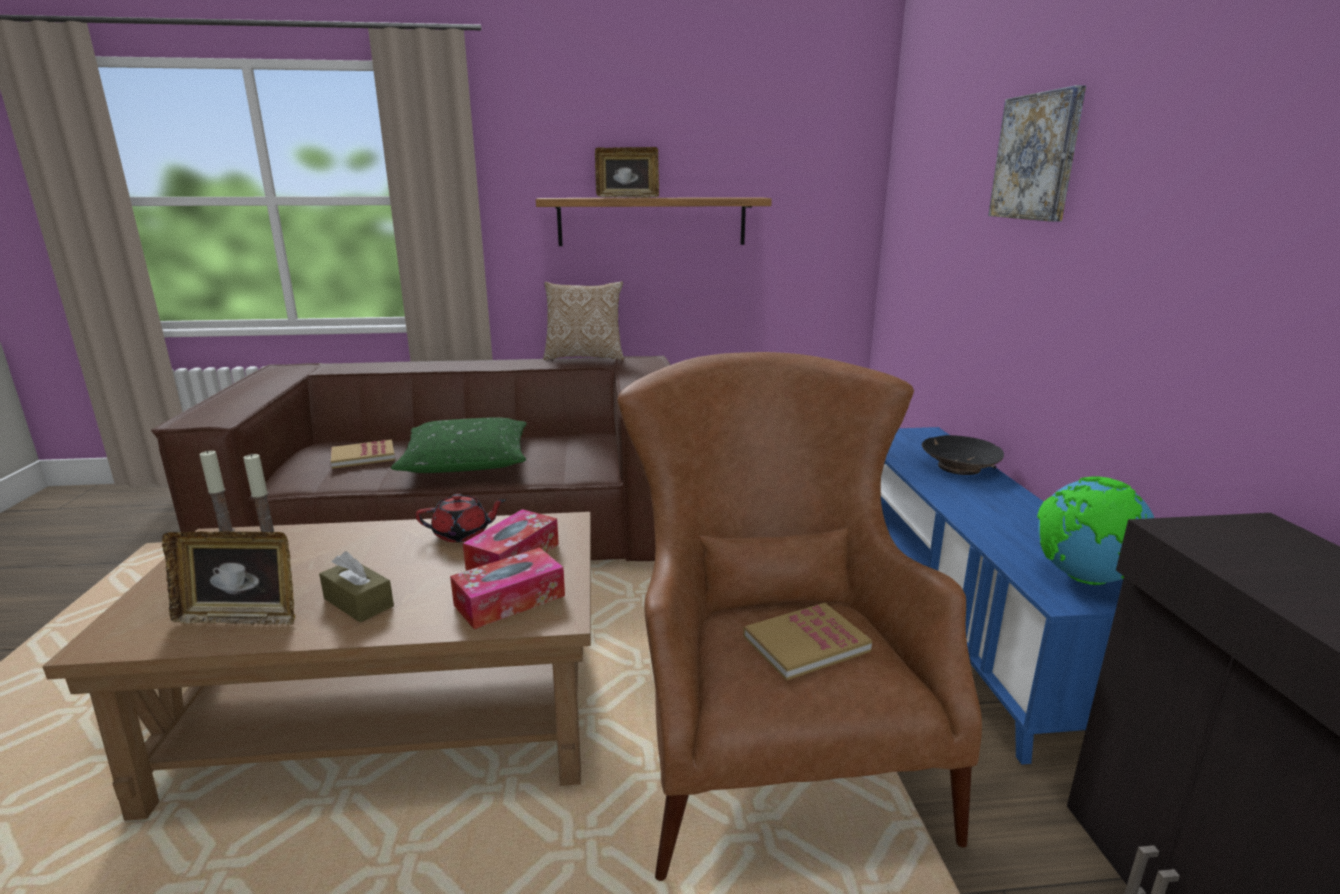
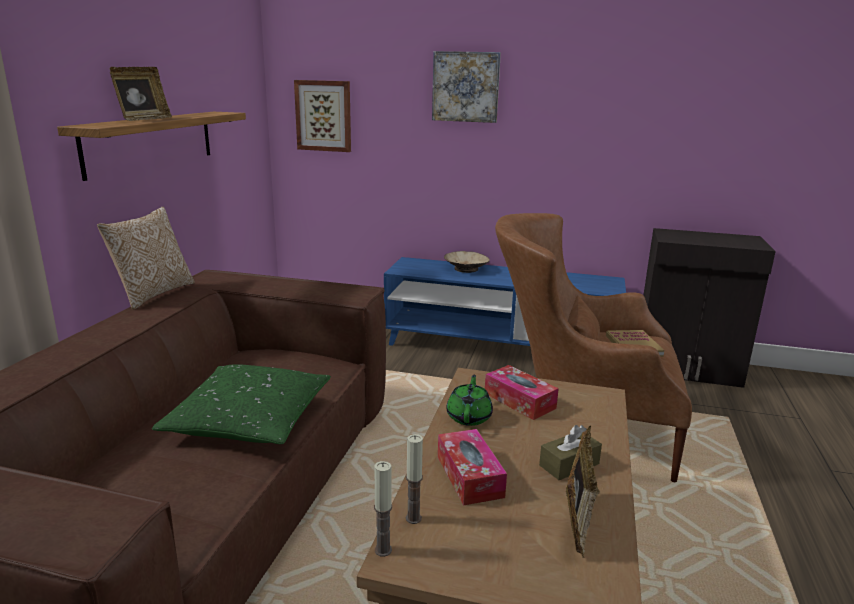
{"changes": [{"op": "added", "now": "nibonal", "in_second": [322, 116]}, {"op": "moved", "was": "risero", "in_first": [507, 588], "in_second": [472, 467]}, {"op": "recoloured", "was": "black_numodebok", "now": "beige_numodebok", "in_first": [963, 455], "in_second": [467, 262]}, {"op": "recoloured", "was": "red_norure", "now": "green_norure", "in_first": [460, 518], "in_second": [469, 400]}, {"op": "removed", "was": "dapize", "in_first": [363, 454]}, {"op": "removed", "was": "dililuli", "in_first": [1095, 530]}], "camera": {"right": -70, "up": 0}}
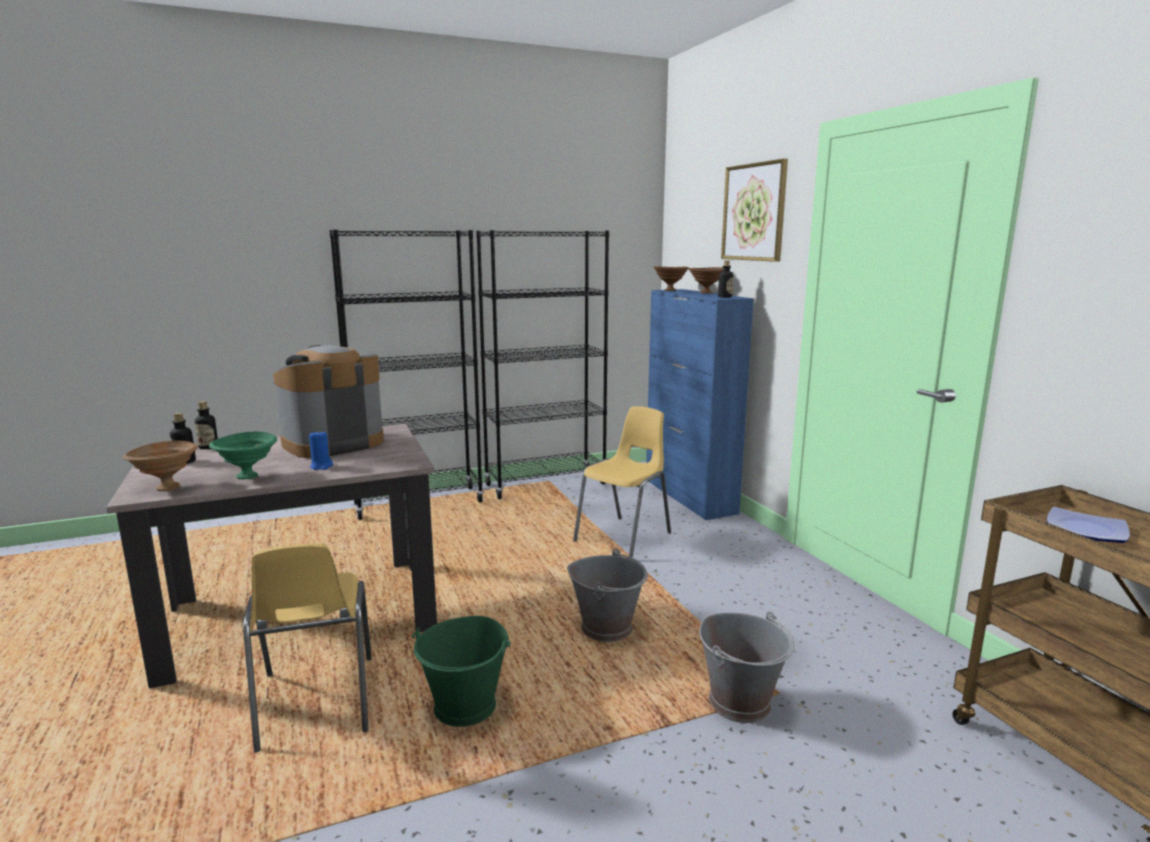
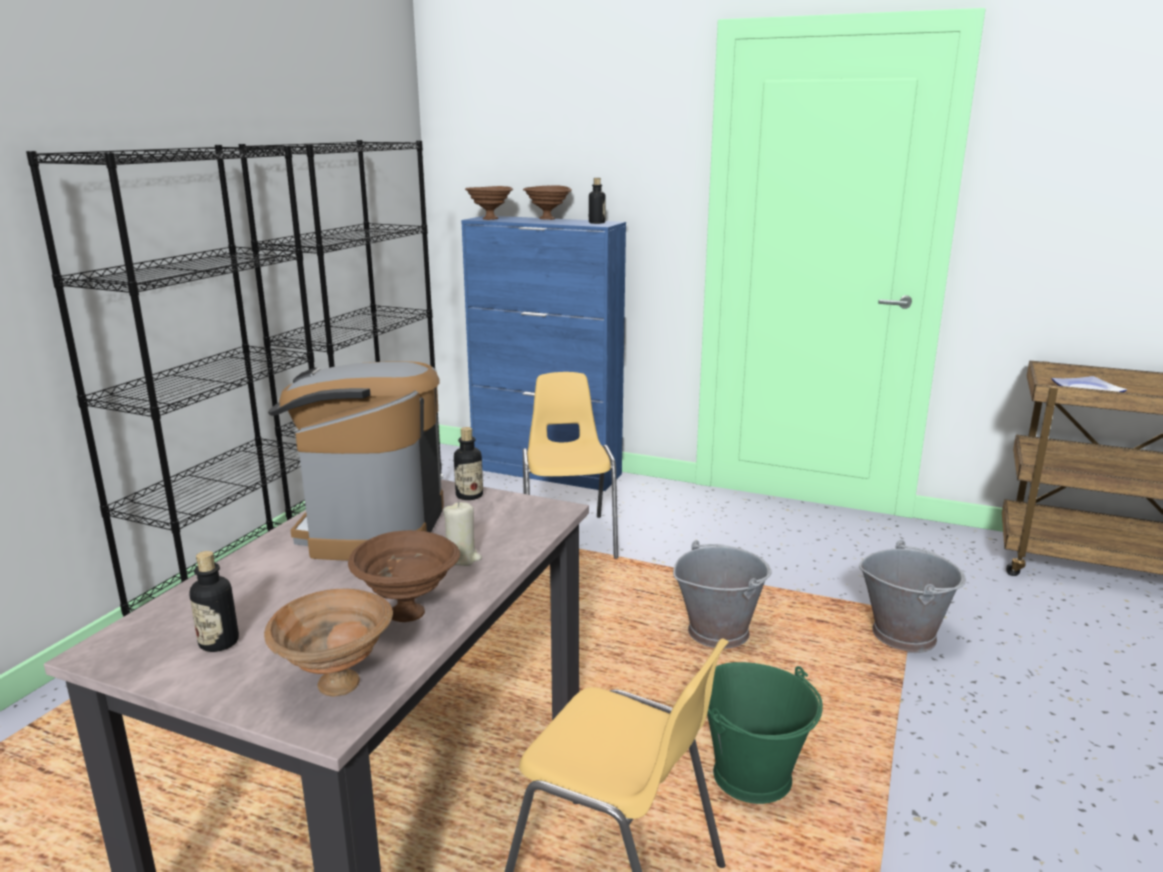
{"changes": [{"op": "recoloured", "was": "green_numodebok", "now": "brown_numodebok", "in_first": [243, 455], "in_second": [404, 576]}, {"op": "recoloured", "was": "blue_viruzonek", "now": "beige_viruzonek", "in_first": [321, 450], "in_second": [462, 533]}, {"op": "moved", "was": "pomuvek", "in_first": [206, 425], "in_second": [468, 463]}, {"op": "removed", "was": "nibonal", "in_first": [754, 210]}], "camera": {"right": -45, "up": 5}}
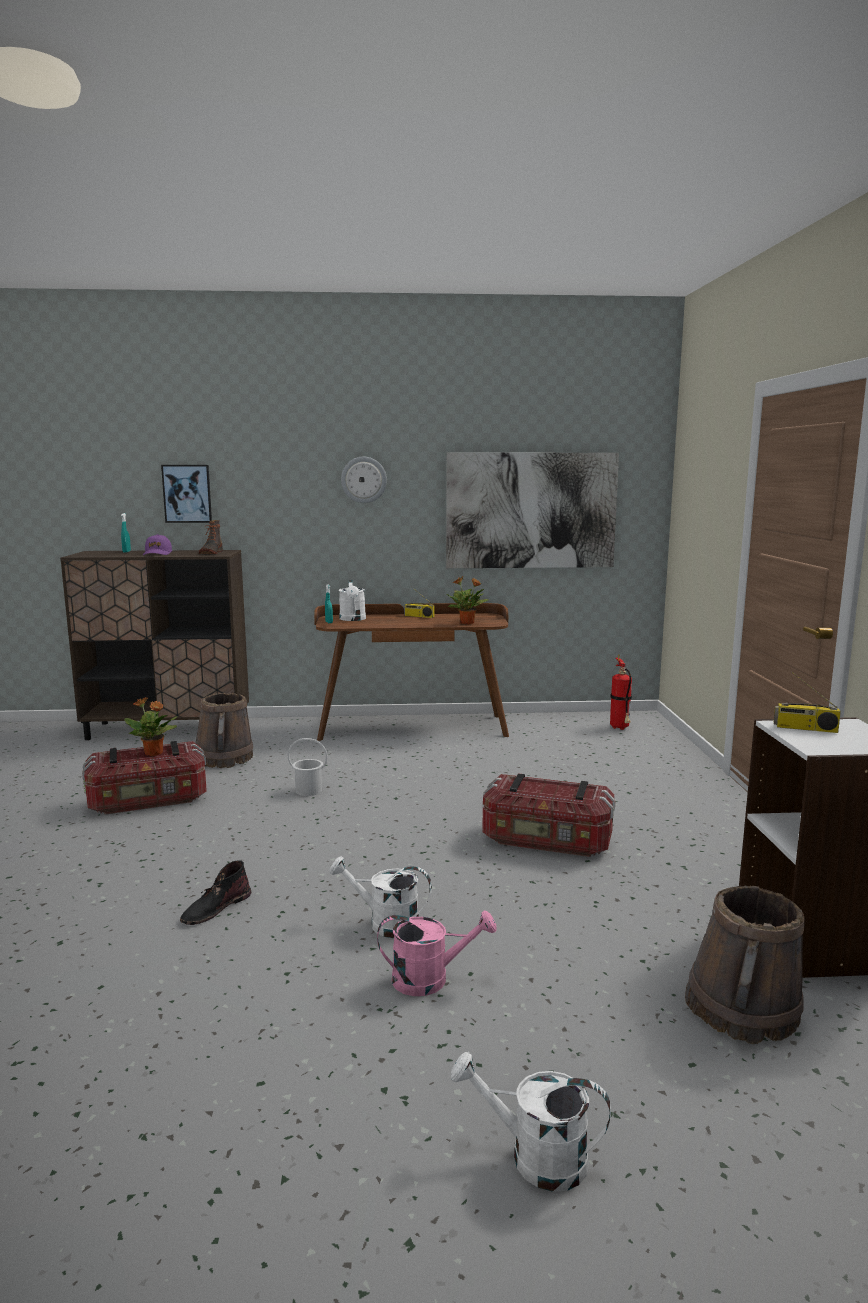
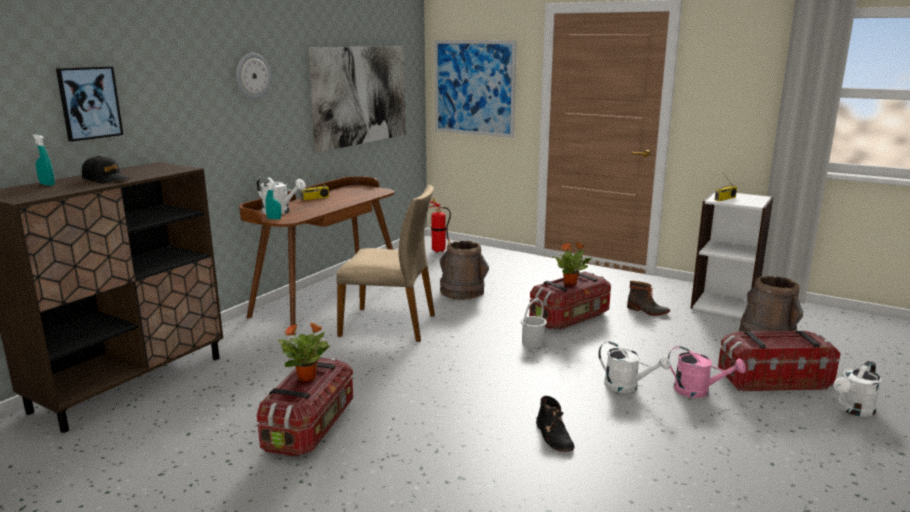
{"changes": [{"op": "recoloured", "was": "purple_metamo", "now": "black_metamo", "in_first": [157, 544], "in_second": [105, 169]}, {"op": "added", "now": "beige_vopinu", "in_second": [385, 263]}, {"op": "added", "now": "nibonal", "in_second": [476, 89]}, {"op": "moved", "was": "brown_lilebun", "in_first": [224, 730], "in_second": [464, 270]}, {"op": "moved", "was": "white_lilebun", "in_first": [308, 767], "in_second": [534, 323]}, {"op": "moved", "was": "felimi", "in_first": [467, 600], "in_second": [572, 263]}, {"op": "turned", "was": "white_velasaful", "in_first": [380, 897], "in_second": [634, 367], "clockwise": -105}, {"op": "moved", "was": "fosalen", "in_first": [211, 537], "in_second": [648, 298]}, {"op": "turned", "was": "pink_velasaful", "in_first": [437, 953], "in_second": [707, 372], "clockwise": 90}, {"op": "added", "now": "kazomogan", "in_second": [779, 361]}], "camera": {"right": -55, "up": 5}}
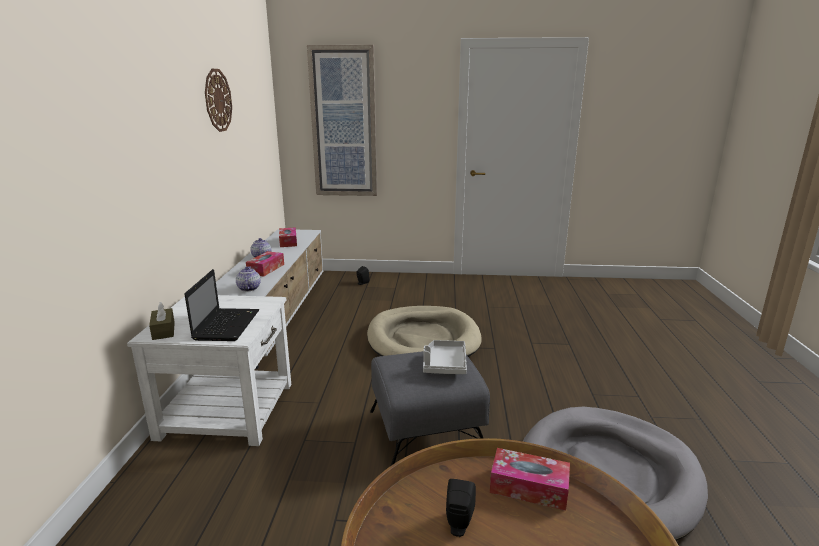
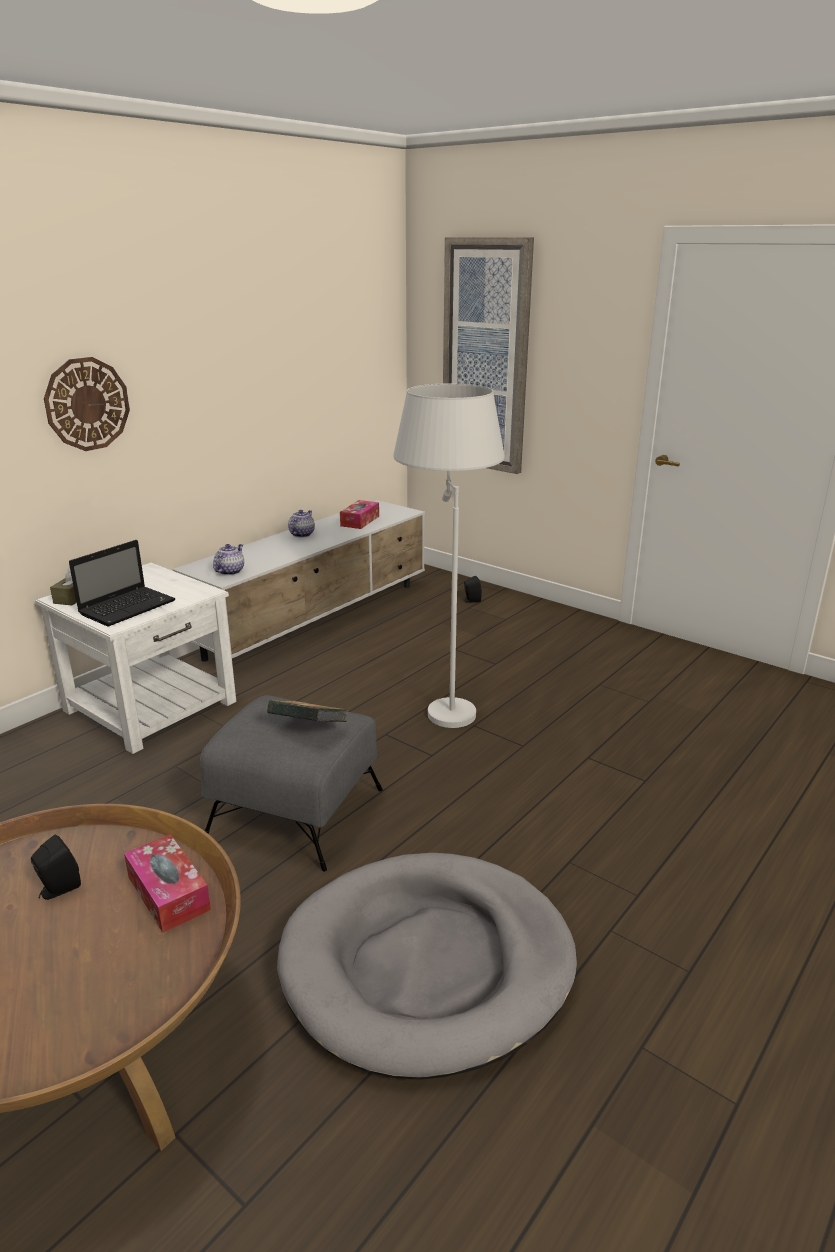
{"changes": [{"op": "moved", "was": "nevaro", "in_first": [218, 100], "in_second": [87, 404]}, {"op": "replaced", "was": "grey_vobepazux", "now": "dapize", "in_first": [445, 357], "in_second": [307, 711]}, {"op": "replaced", "was": "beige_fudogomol", "now": "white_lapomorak", "in_first": [424, 331], "in_second": [449, 555]}, {"op": "removed", "was": "risero", "in_first": [265, 264]}], "camera": {"right": 35, "up": 5}}
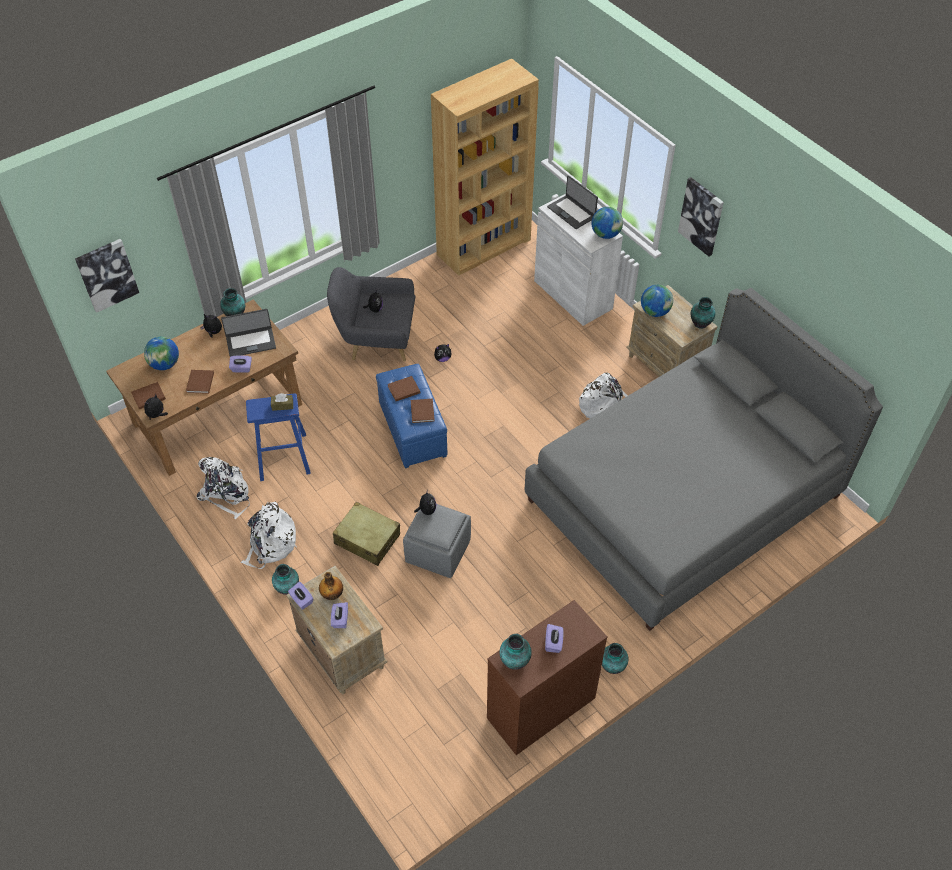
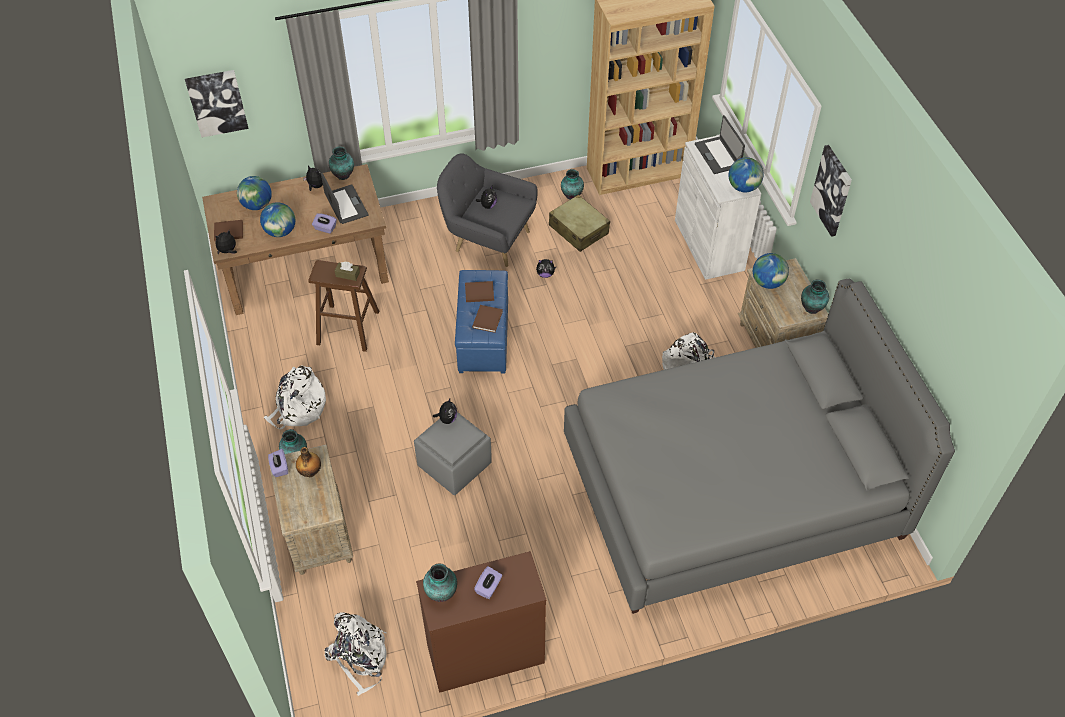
{"changes": [{"op": "replaced", "was": "brown_dapize", "now": "dililuli", "in_first": [200, 382], "in_second": [277, 219]}, {"op": "recoloured", "was": "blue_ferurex", "now": "brown_ferurex", "in_first": [278, 437], "in_second": [344, 306]}, {"op": "turned", "was": "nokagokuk", "in_first": [248, 333], "in_second": [344, 198], "clockwise": -120}, {"op": "moved", "was": "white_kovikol", "in_first": [223, 488], "in_second": [356, 654]}, {"op": "moved", "was": "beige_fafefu", "in_first": [366, 534], "in_second": [579, 223]}, {"op": "moved", "was": "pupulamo", "in_first": [615, 658], "in_second": [572, 184]}, {"op": "removed", "was": "purple_risero", "in_first": [339, 615]}], "camera": {"right": 20, "up": 0}}
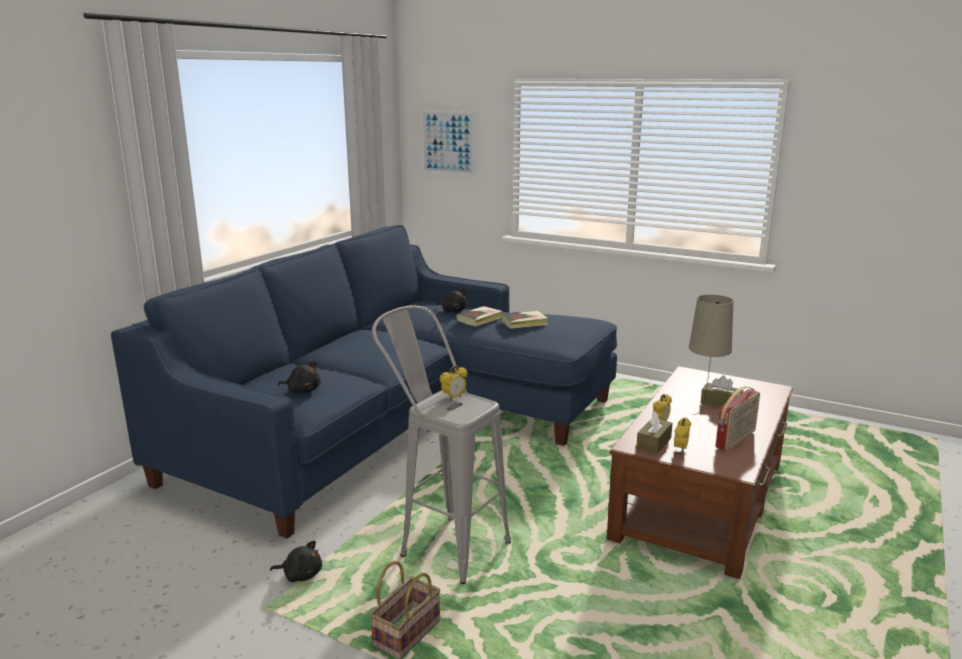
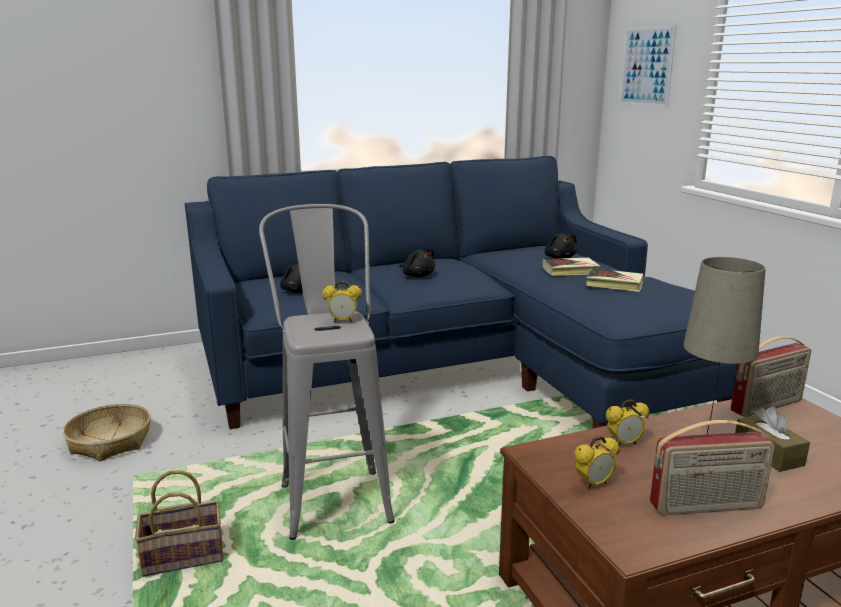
{"changes": [{"op": "added", "now": "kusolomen", "in_second": [107, 432]}, {"op": "moved", "was": "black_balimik", "in_first": [296, 561], "in_second": [417, 262]}, {"op": "added", "now": "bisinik", "in_second": [771, 376]}, {"op": "removed", "was": "brown_risero", "in_first": [654, 432]}], "camera": {"right": 40, "up": 0}}
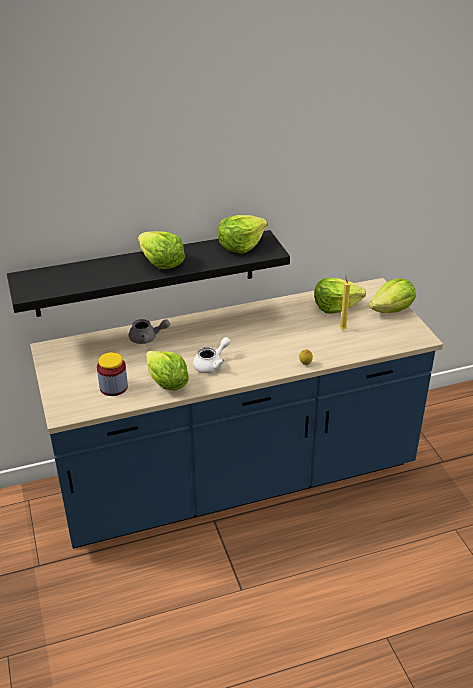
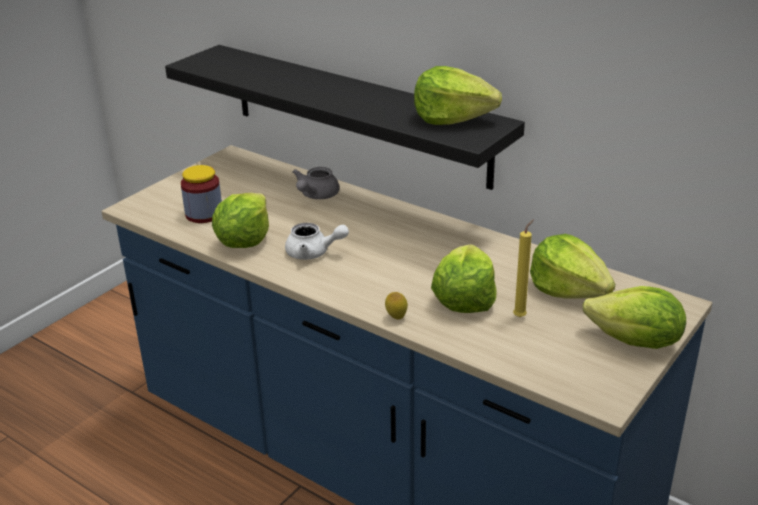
{"changes": [{"op": "turned", "was": "grey_norure", "in_first": [149, 331], "in_second": [316, 183], "clockwise": 60}, {"op": "moved", "was": "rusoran", "in_first": [161, 250], "in_second": [464, 278]}], "camera": {"right": 55, "up": -5}}
